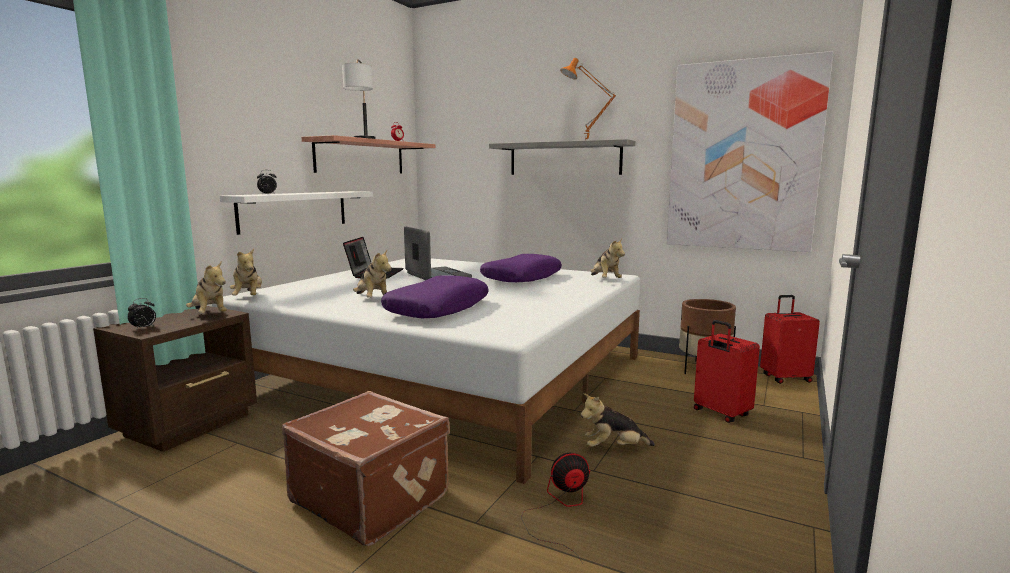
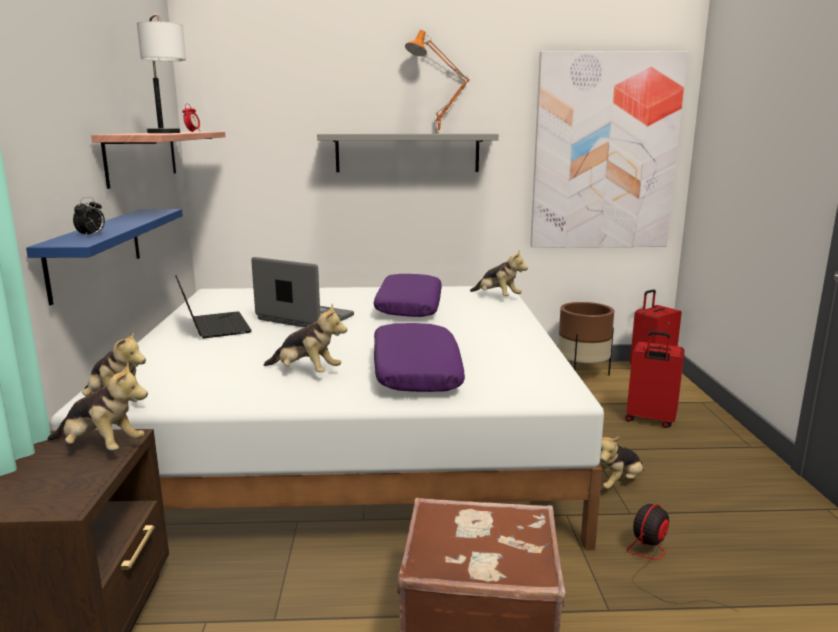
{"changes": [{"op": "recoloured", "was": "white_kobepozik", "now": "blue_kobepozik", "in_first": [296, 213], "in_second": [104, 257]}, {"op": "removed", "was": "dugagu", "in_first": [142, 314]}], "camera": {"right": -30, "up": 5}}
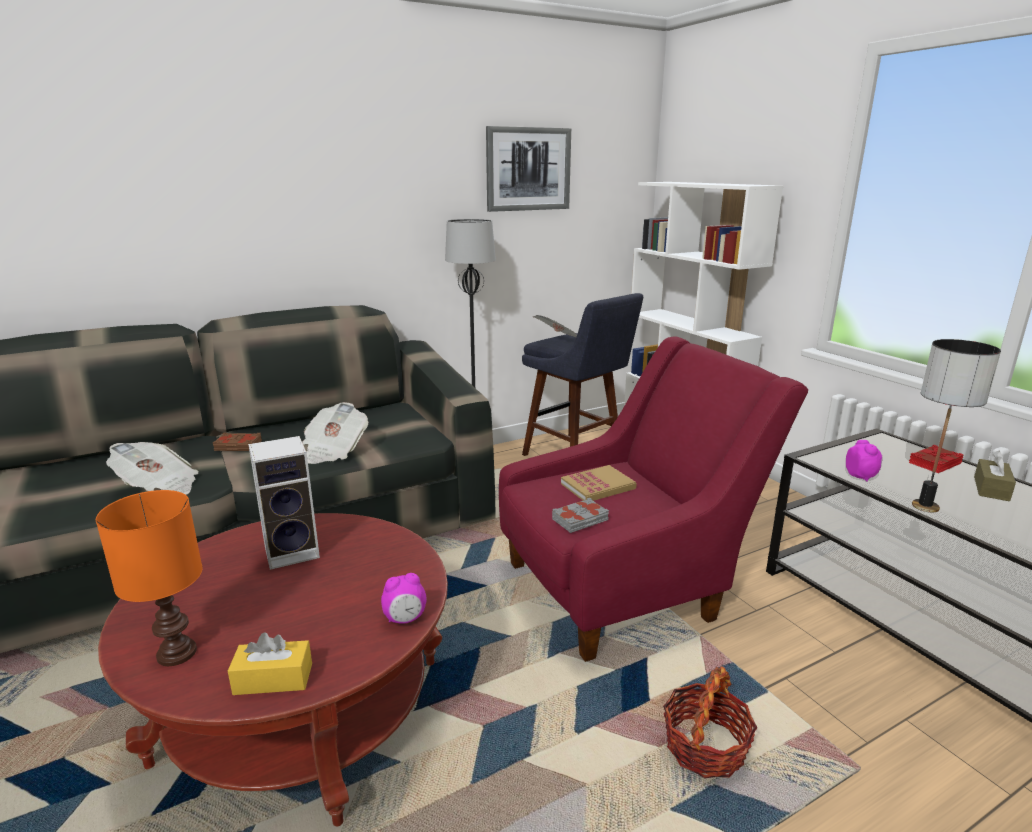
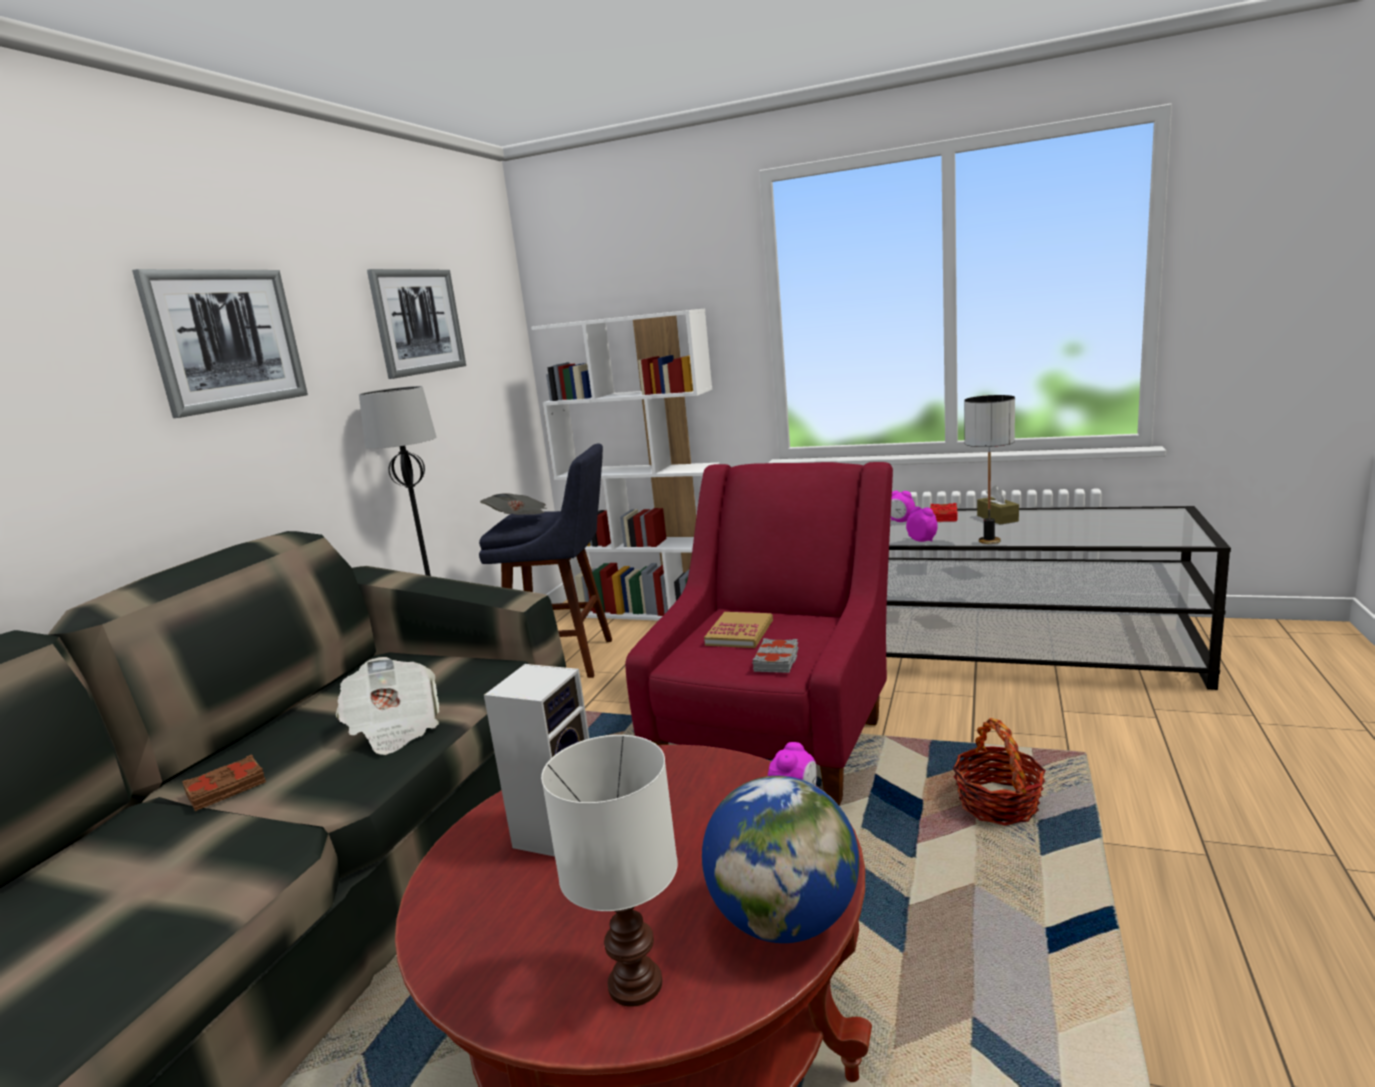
{"changes": [{"op": "added", "now": "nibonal", "in_second": [220, 343]}, {"op": "recoloured", "was": "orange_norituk", "now": "white_norituk", "in_first": [149, 578], "in_second": [609, 871]}, {"op": "replaced", "was": "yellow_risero", "now": "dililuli", "in_first": [270, 663], "in_second": [780, 859]}, {"op": "added", "now": "dugagu", "in_second": [903, 506]}, {"op": "removed", "was": "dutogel", "in_first": [152, 468]}], "camera": {"right": -40, "up": -5}}
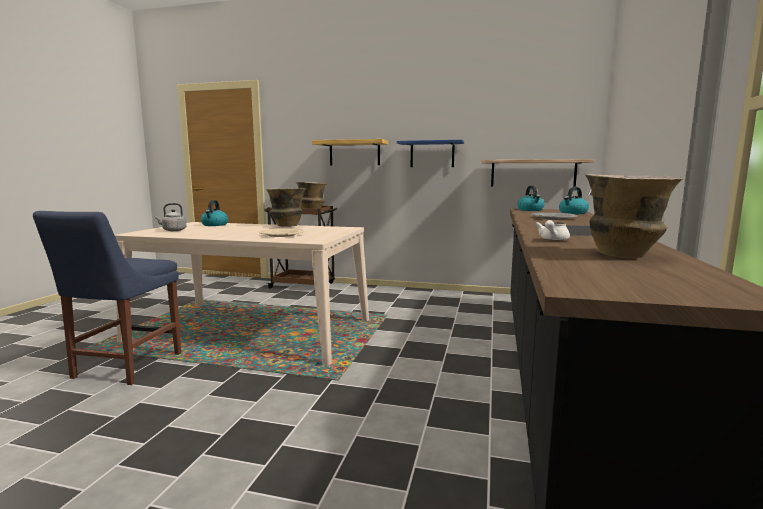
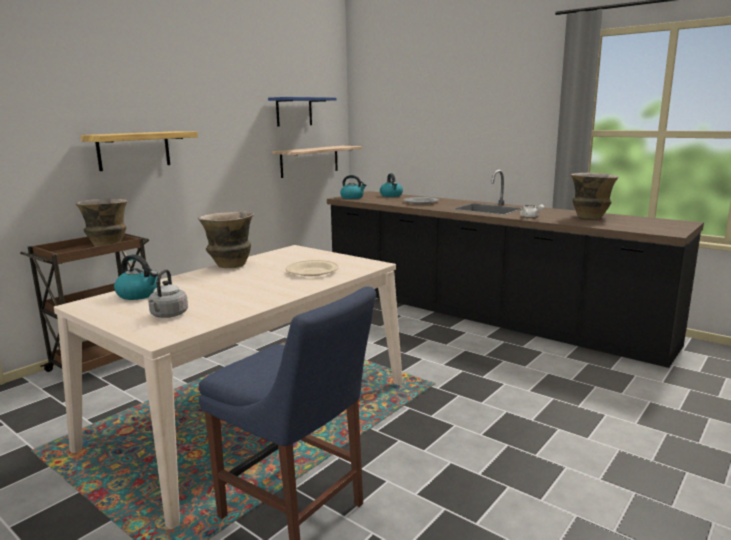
{"changes": [{"op": "moved", "was": "blue_kobepozik", "in_first": [430, 153], "in_second": [302, 111]}], "camera": {"right": -65, "up": 5}}
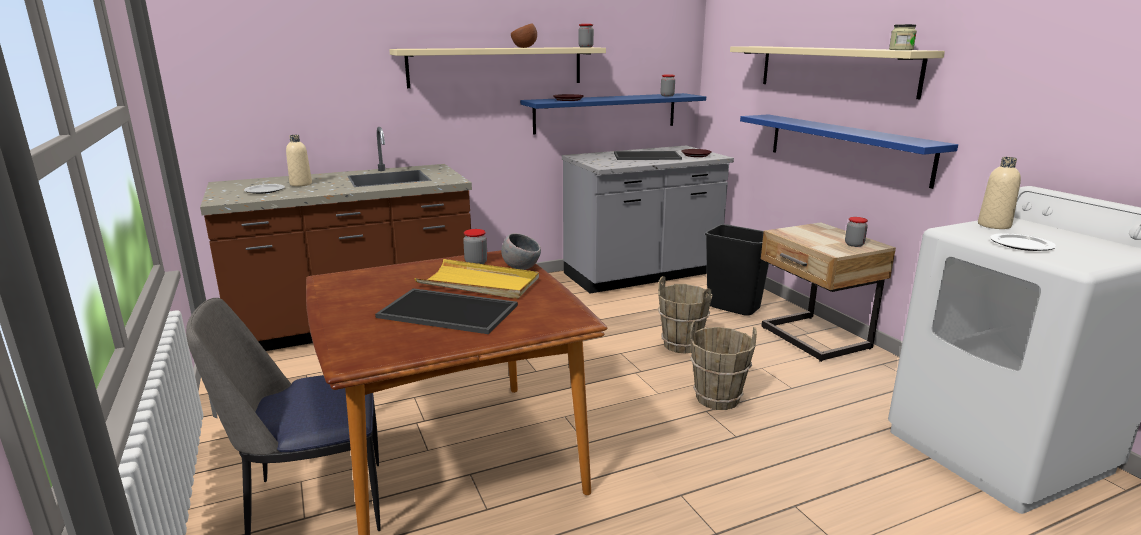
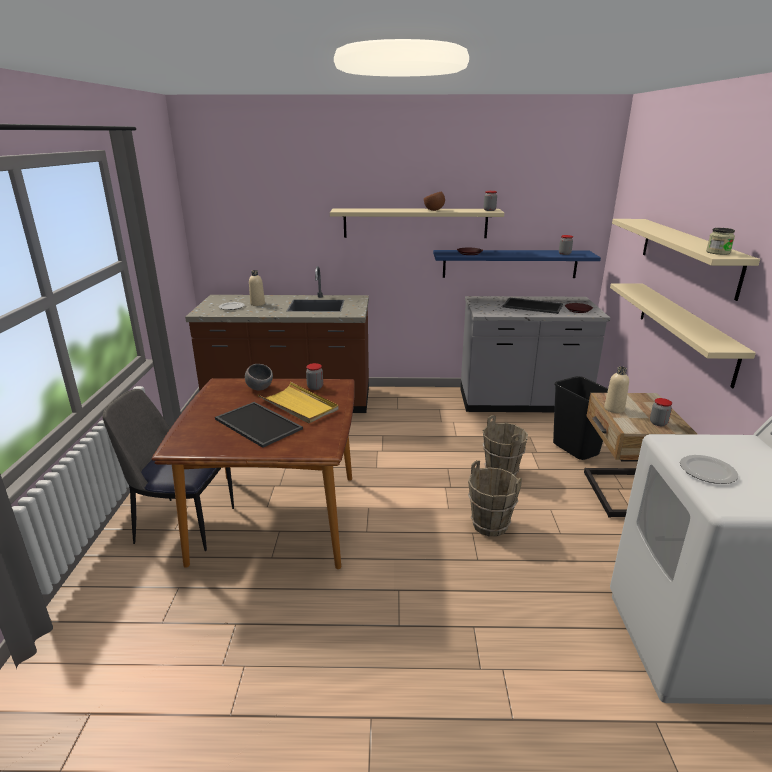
{"changes": [{"op": "moved", "was": "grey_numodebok", "in_first": [521, 251], "in_second": [259, 377]}, {"op": "moved", "was": "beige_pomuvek", "in_first": [999, 193], "in_second": [616, 389]}, {"op": "recoloured", "was": "blue_kobepozik", "now": "beige_kobepozik", "in_first": [849, 151], "in_second": [683, 335]}], "camera": {"right": 25, "up": 5}}
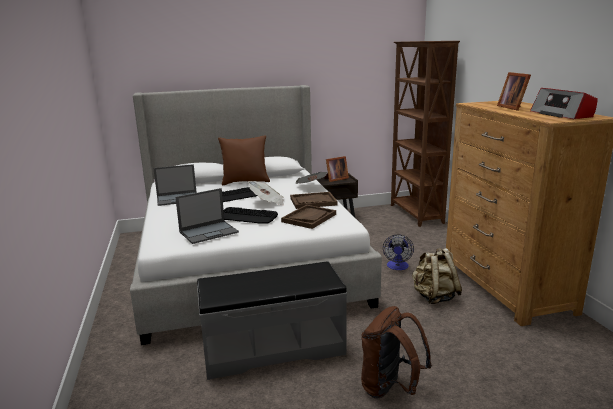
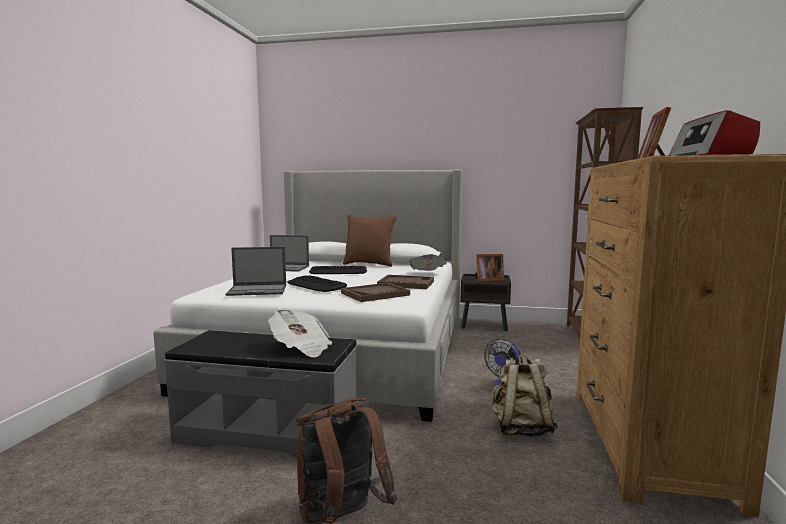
{"changes": [{"op": "moved", "was": "dutogel", "in_first": [266, 193], "in_second": [300, 333]}], "camera": {"right": 25, "up": -10}}
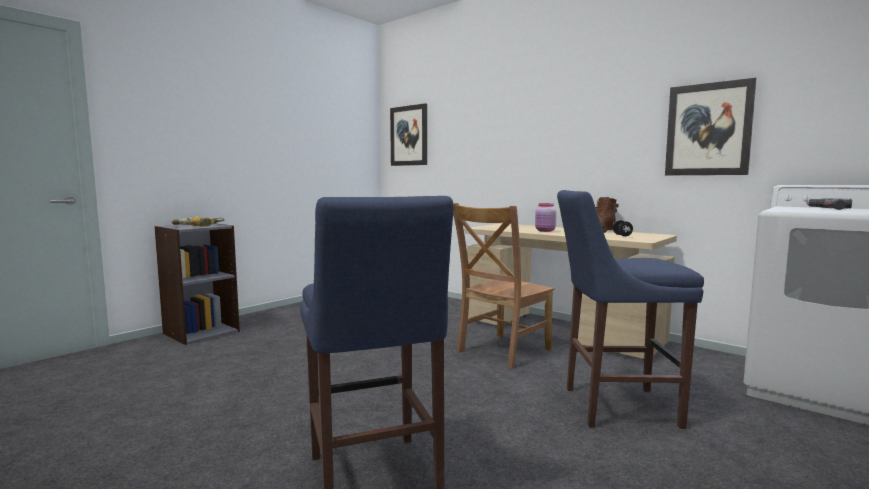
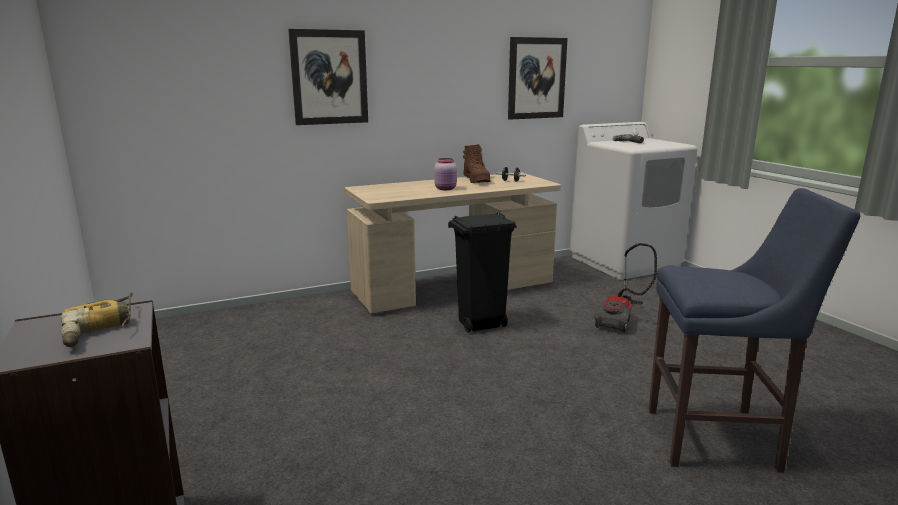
{"changes": [{"op": "moved", "was": "nibonal", "in_first": [408, 134], "in_second": [328, 77]}, {"op": "replaced", "was": "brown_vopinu", "now": "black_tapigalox", "in_first": [504, 286], "in_second": [482, 272]}, {"op": "replaced", "was": "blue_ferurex", "now": "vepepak", "in_first": [630, 309], "in_second": [625, 288]}], "camera": {"right": -65, "up": 10}}
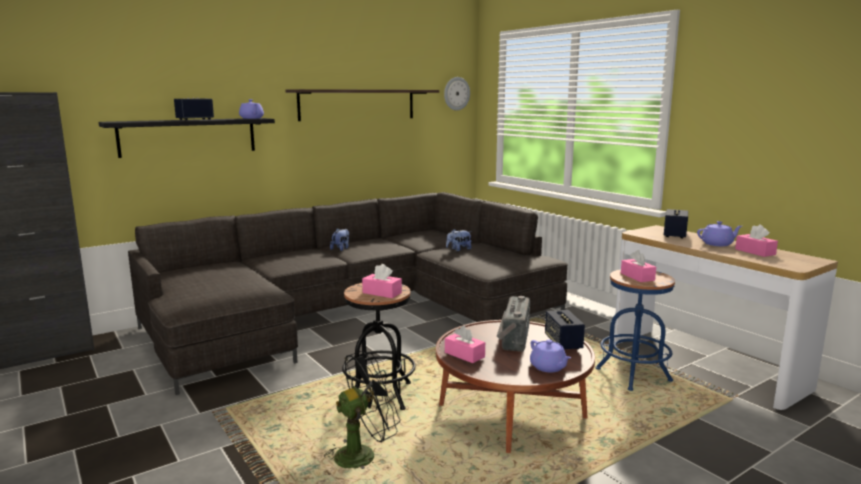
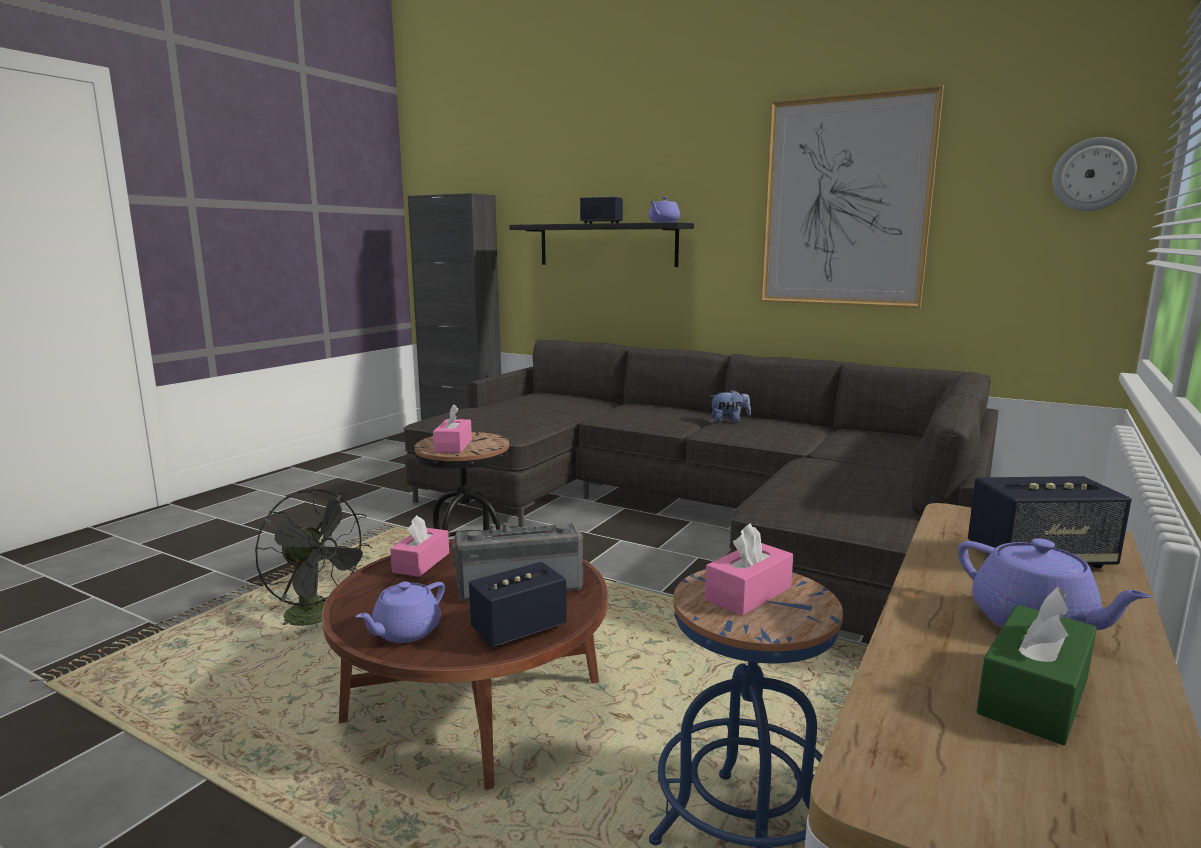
{"changes": [{"op": "replaced", "was": "kobepozik", "now": "nibonal", "in_first": [362, 105], "in_second": [852, 196]}, {"op": "recoloured", "was": "pink_risero", "now": "green_risero", "in_first": [756, 240], "in_second": [1036, 666]}, {"op": "removed", "was": "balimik", "in_first": [459, 240]}], "camera": {"right": 65, "up": 0}}
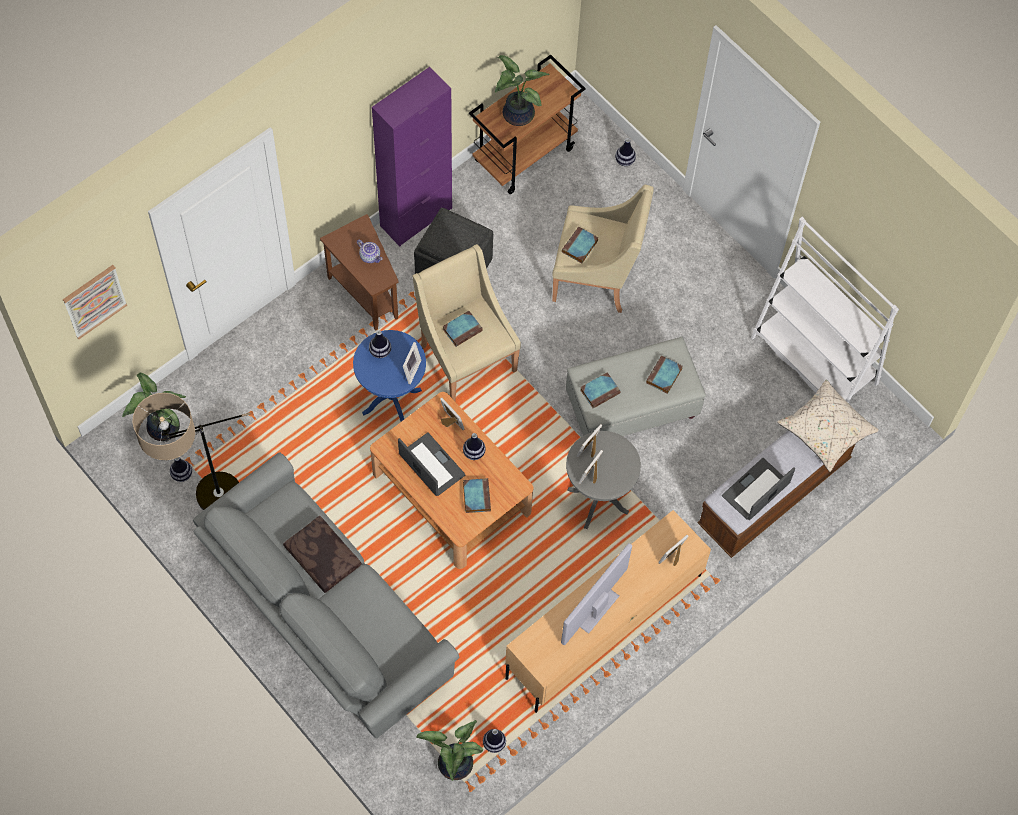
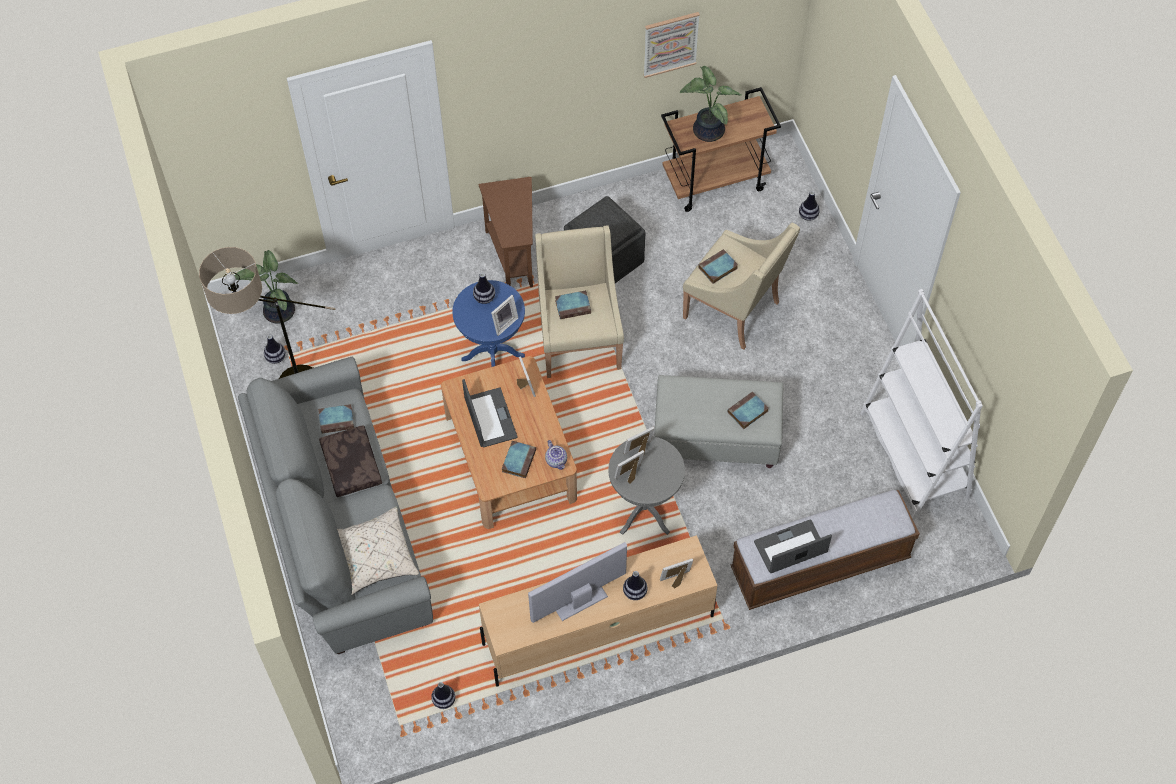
{"changes": [{"op": "moved", "was": "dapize", "in_first": [600, 390], "in_second": [336, 418]}, {"op": "moved", "was": "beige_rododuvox", "in_first": [828, 425], "in_second": [378, 550]}, {"op": "moved", "was": "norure", "in_first": [370, 251], "in_second": [556, 455]}, {"op": "moved", "was": "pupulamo", "in_first": [474, 446], "in_second": [635, 585]}, {"op": "moved", "was": "nibonal", "in_first": [95, 302], "in_second": [672, 45]}, {"op": "removed", "was": "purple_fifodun", "in_first": [412, 156]}, {"op": "removed", "was": "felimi", "in_first": [449, 750]}], "camera": {"right": 25, "up": -5}}
